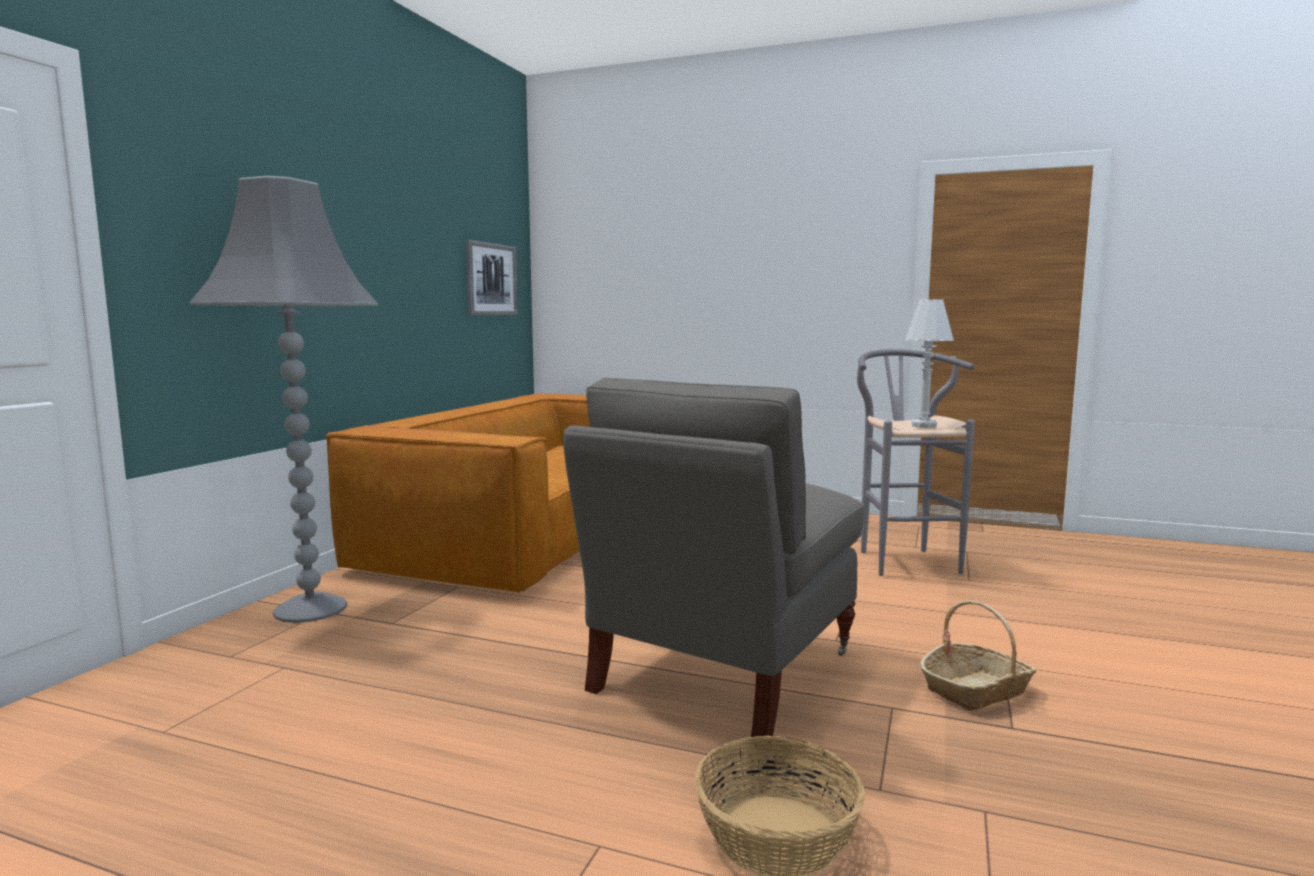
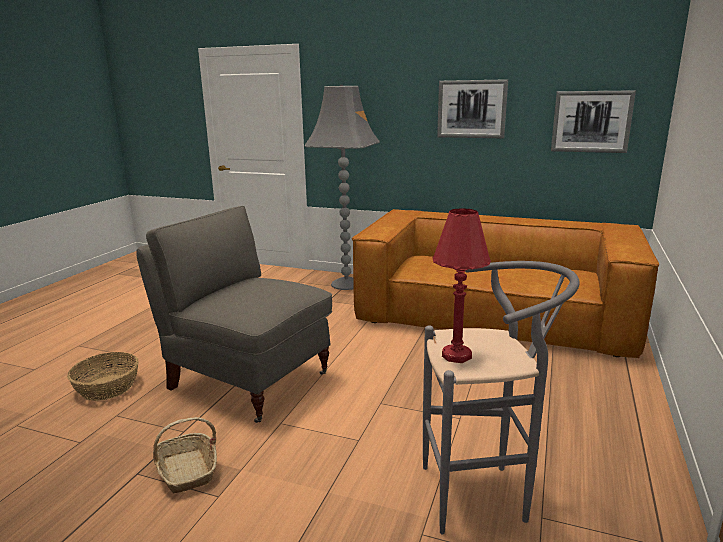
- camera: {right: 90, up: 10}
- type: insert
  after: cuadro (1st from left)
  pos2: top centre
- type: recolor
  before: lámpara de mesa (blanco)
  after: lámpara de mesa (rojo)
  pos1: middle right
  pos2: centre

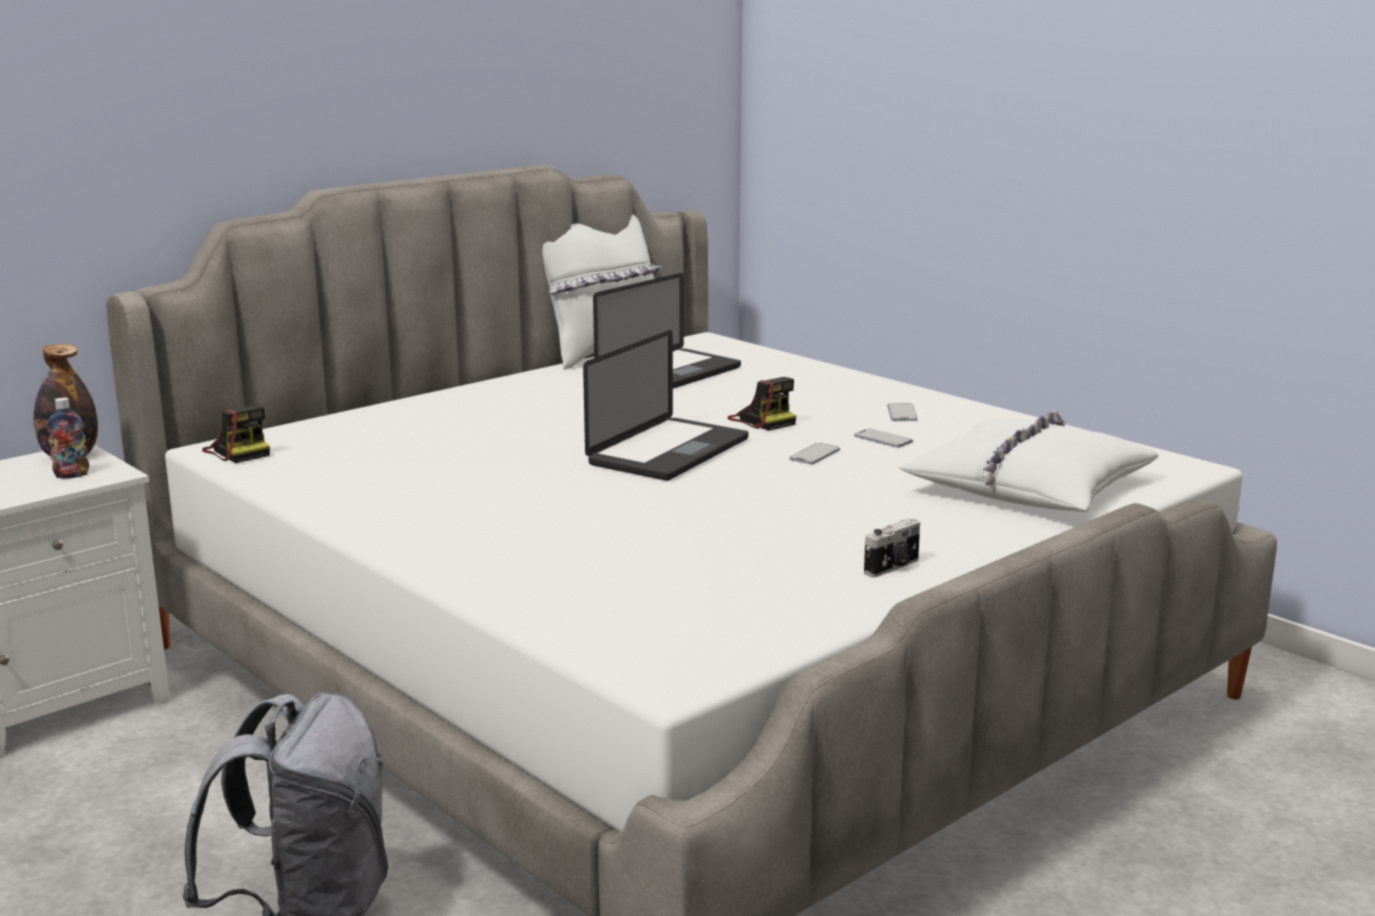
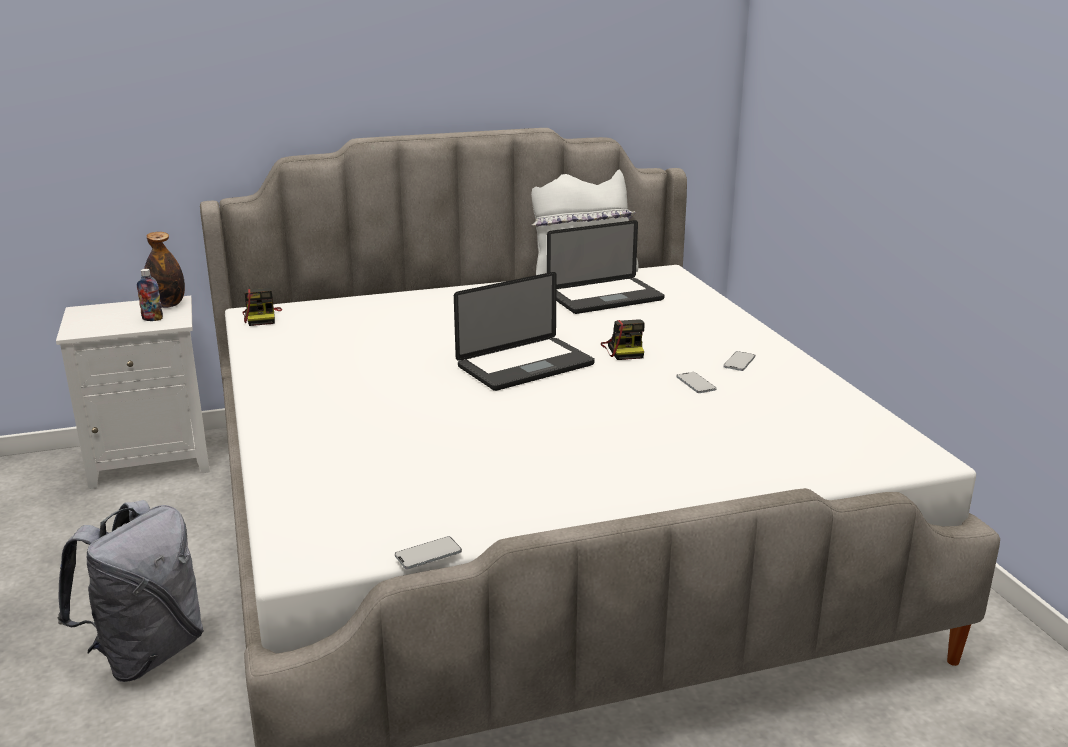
- camera: {right: 25, up: 5}
- type: delete
  before: cámara (3rd from left)
  pos1: centre
- type: delete
  before: cojín (blanco) (2nd from left)
  pos1: middle right
- type: move
  before: móvil (1st from left)
  pos1: centre
  pos2: bottom centre

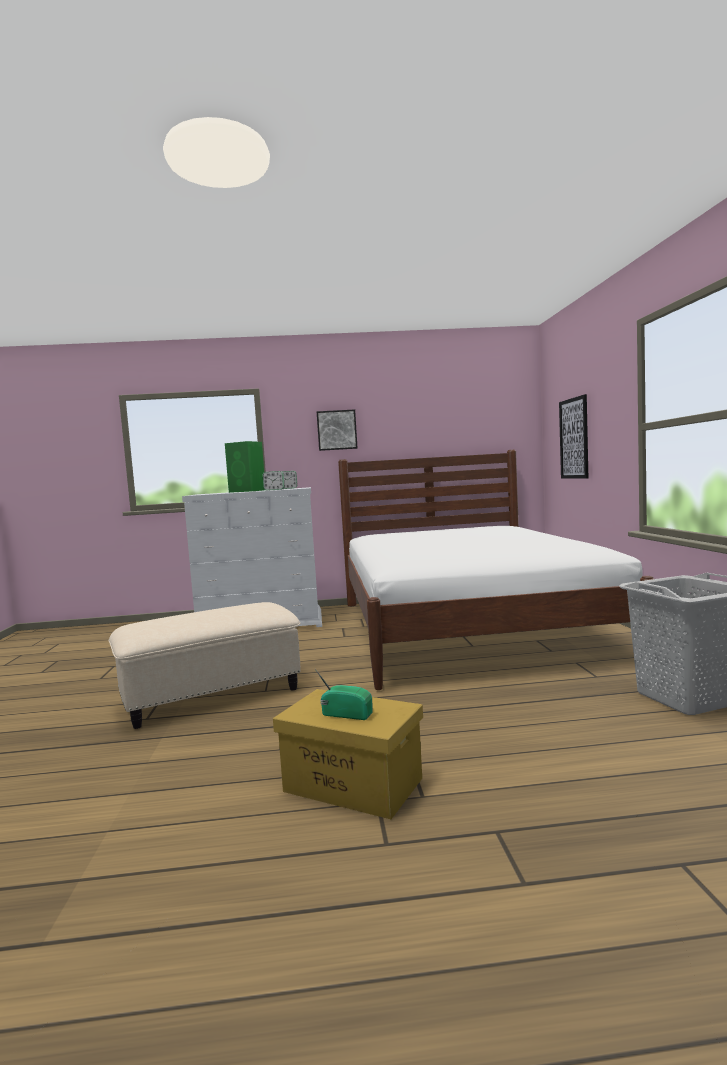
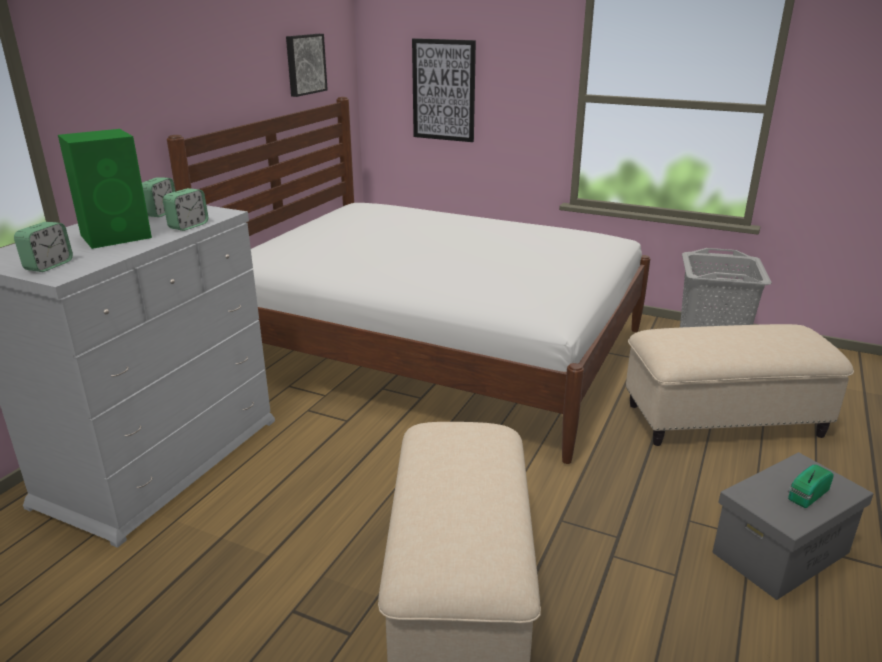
- camera: {right: -60, up: 20}
- type: insert
  after: despertador (1st from left)
  pos2: middle left
- type: insert
  after: puf (beis) (2nd from left)
  pos2: middle right
- type: move
  before: cuadro (1st from left)
  pos1: centre
  pos2: top centre
- type: recolor
  before: caja de almacenaje (amarillo)
  after: caja de almacenaje (gris)
  pos1: bottom centre
  pos2: bottom right

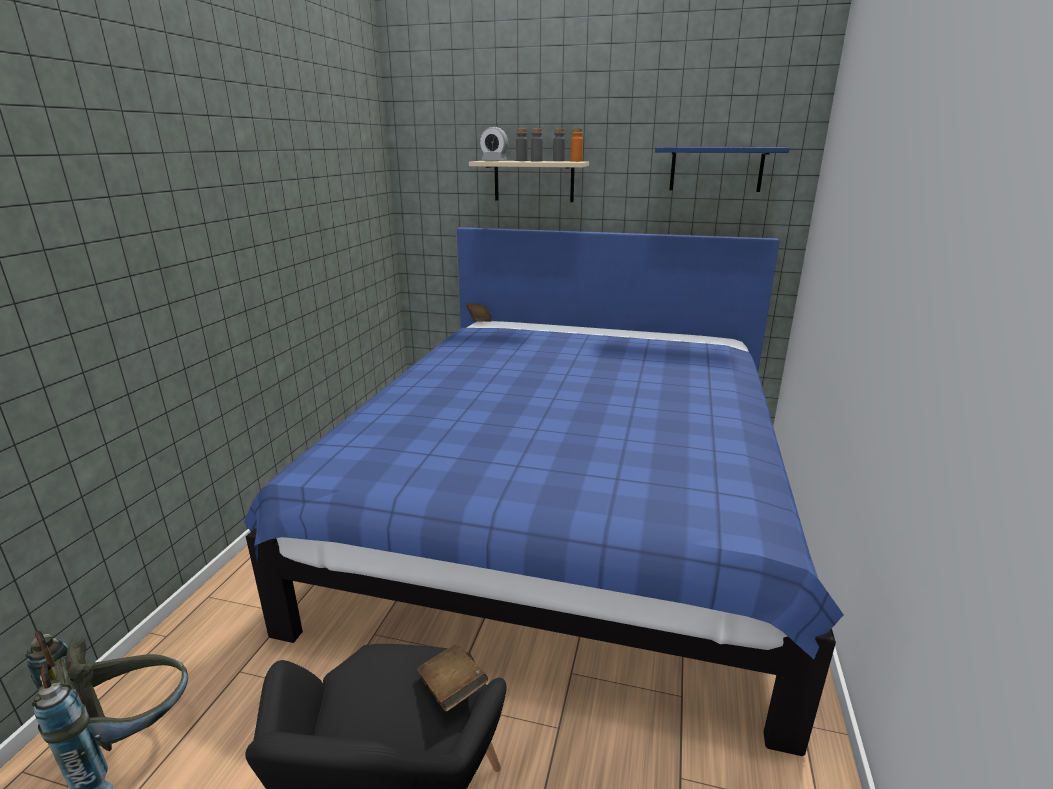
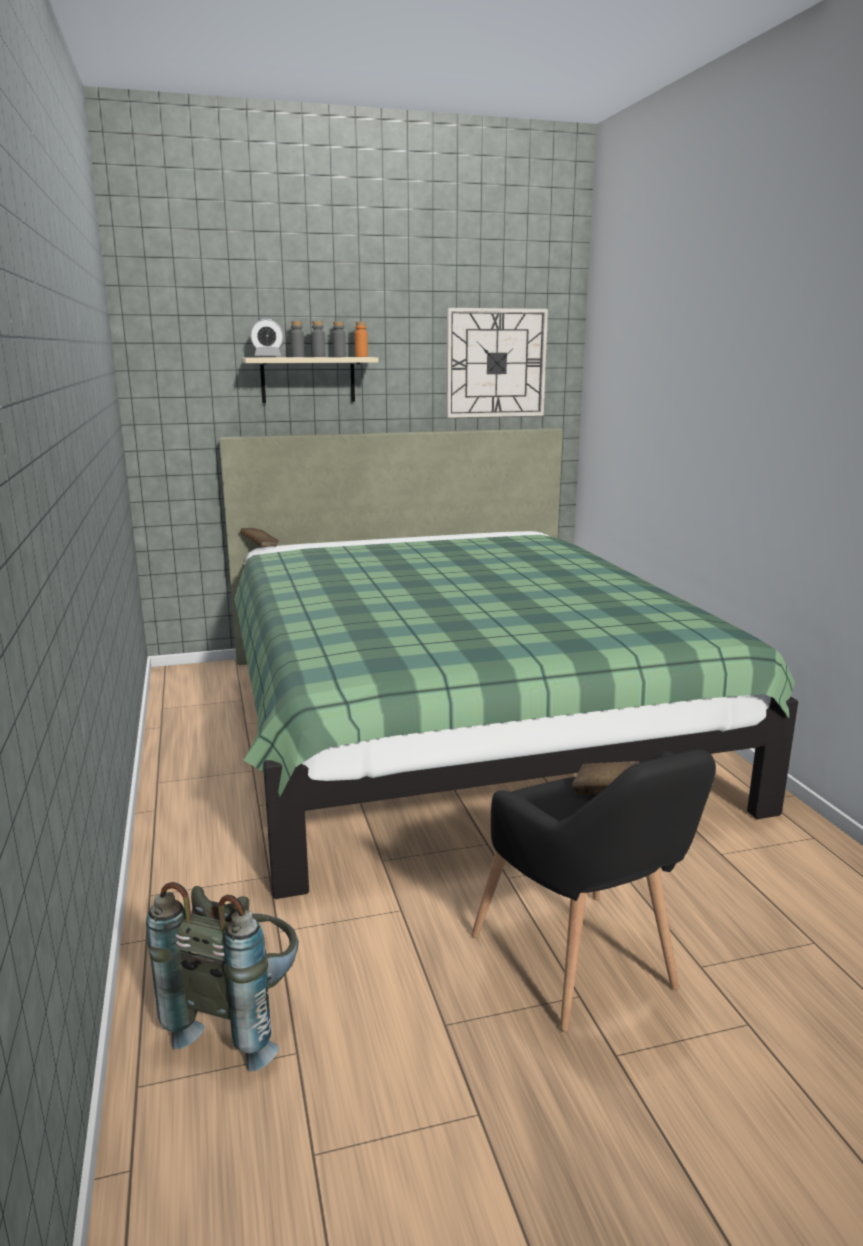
- camera: {right: -30, up: -5}
- type: replace
  before: estante (azul)
  after: reloj de pared
  pos1: top right
  pos2: top centre
- type: recolor
  before: cama (azul)
  after: cama (verde)
  pos1: centre
  pos2: centre

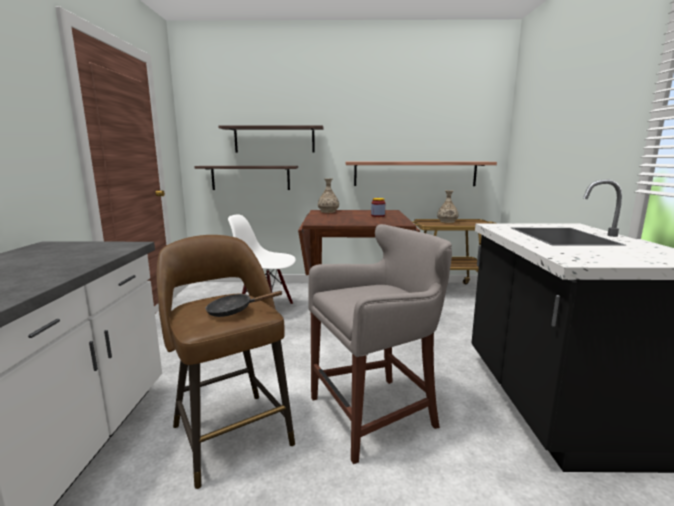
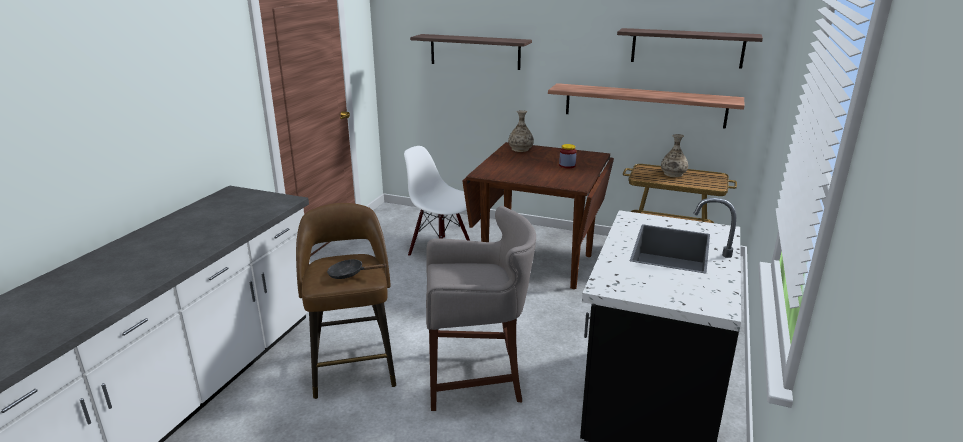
- camera: {right: 20, up: 10}
- type: move
  before: estante (1st from left in the first image)
  after: estante (3rd from left)
  pos1: centre
  pos2: top right

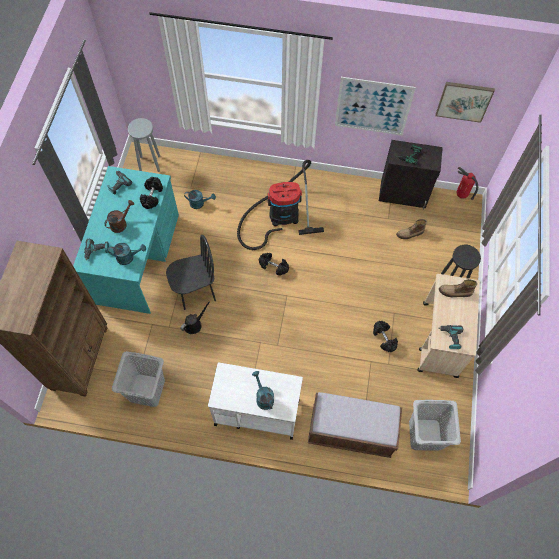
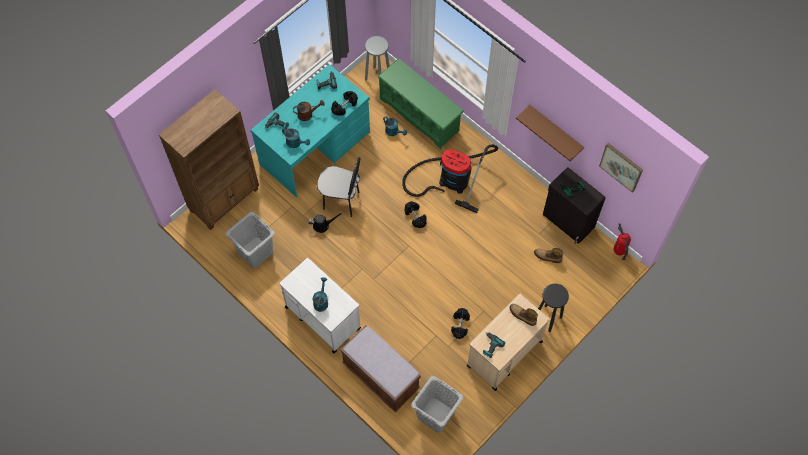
- camera: {right: 35, up: 0}
- type: insert
  after: zapatero (verde)
  pos2: top centre
- type: replace
  before: cuadro (1st from left)
  after: estante (marrón)
  pos1: top right
  pos2: top right

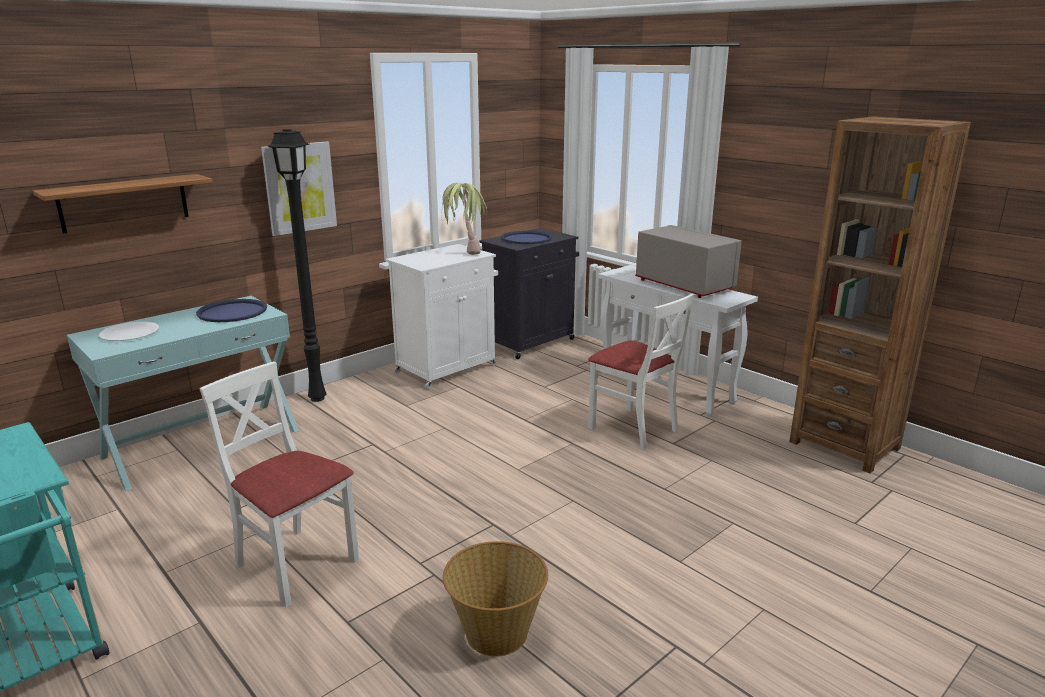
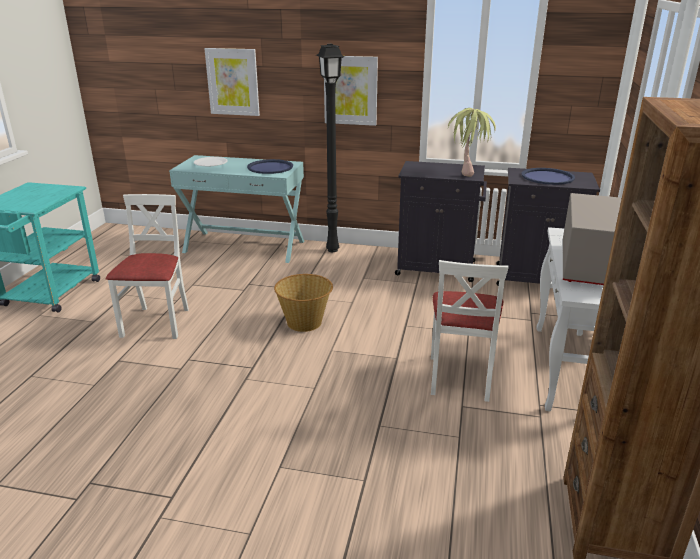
- camera: {right: 55, up: 5}
- type: move
  before: cesta
  pos1: bottom centre
  pos2: centre
- type: replace
  before: estante
  after: cuadro (1st from left)
  pos1: top left
  pos2: top left
- type: recolor
  before: armario (blanco)
  after: armario (negro) (1st from left)
  pos1: centre
  pos2: centre

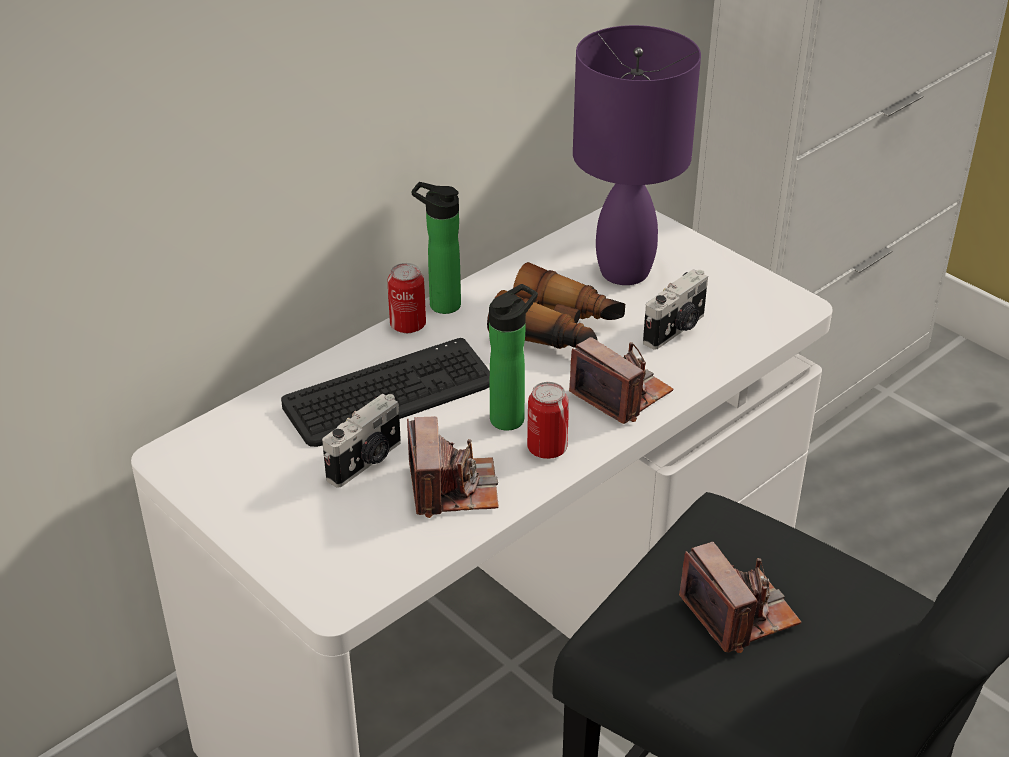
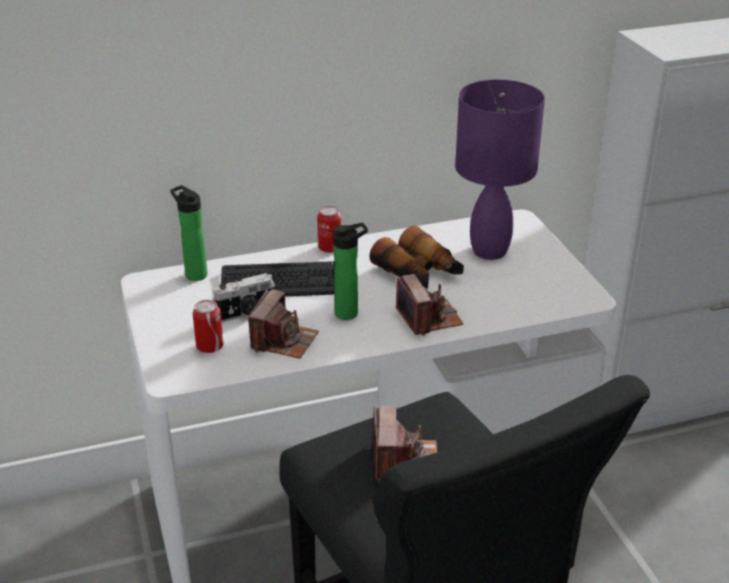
- camera: {right: 25, up: -5}
- type: delete
  before: cámara (4th from left)
  pos1: middle right
- type: move
  before: botella (1st from left)
  pos1: top centre
  pos2: middle left
- type: move
  before: lata (2nd from left in the first image)
  after: lata (1st from left)
  pos1: centre
  pos2: middle left

